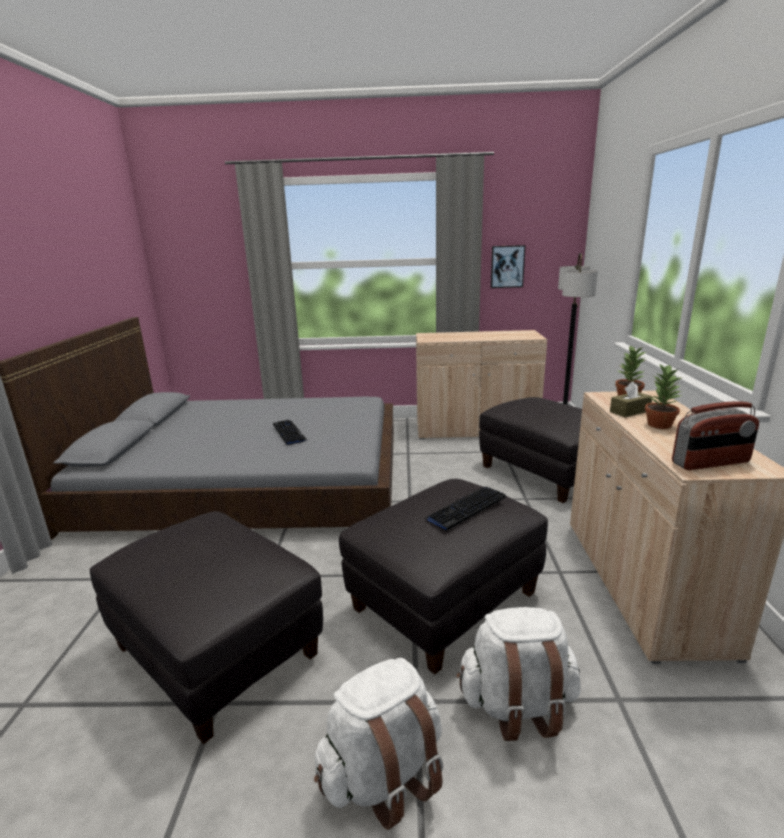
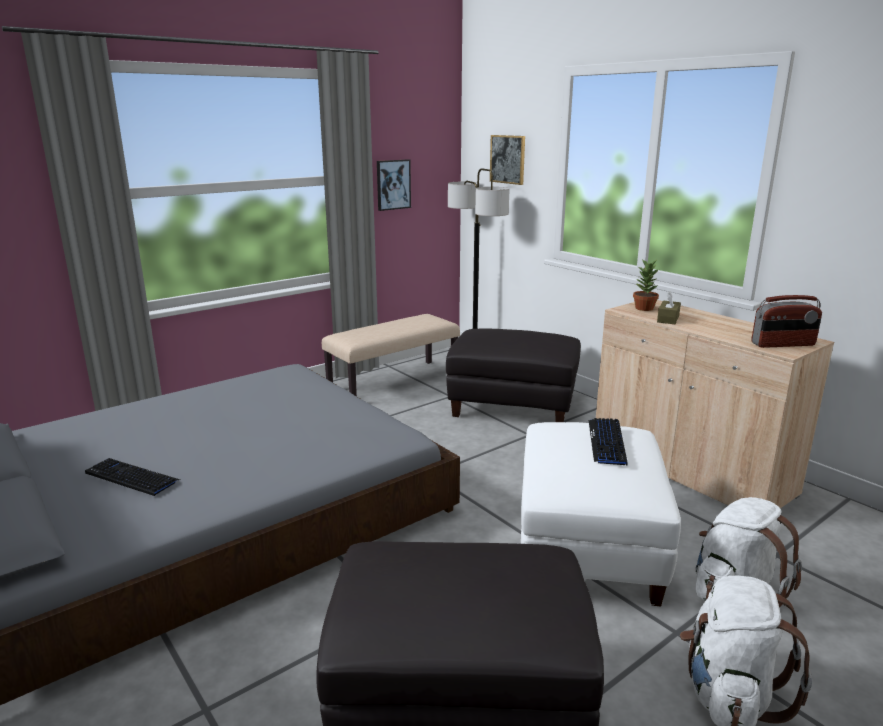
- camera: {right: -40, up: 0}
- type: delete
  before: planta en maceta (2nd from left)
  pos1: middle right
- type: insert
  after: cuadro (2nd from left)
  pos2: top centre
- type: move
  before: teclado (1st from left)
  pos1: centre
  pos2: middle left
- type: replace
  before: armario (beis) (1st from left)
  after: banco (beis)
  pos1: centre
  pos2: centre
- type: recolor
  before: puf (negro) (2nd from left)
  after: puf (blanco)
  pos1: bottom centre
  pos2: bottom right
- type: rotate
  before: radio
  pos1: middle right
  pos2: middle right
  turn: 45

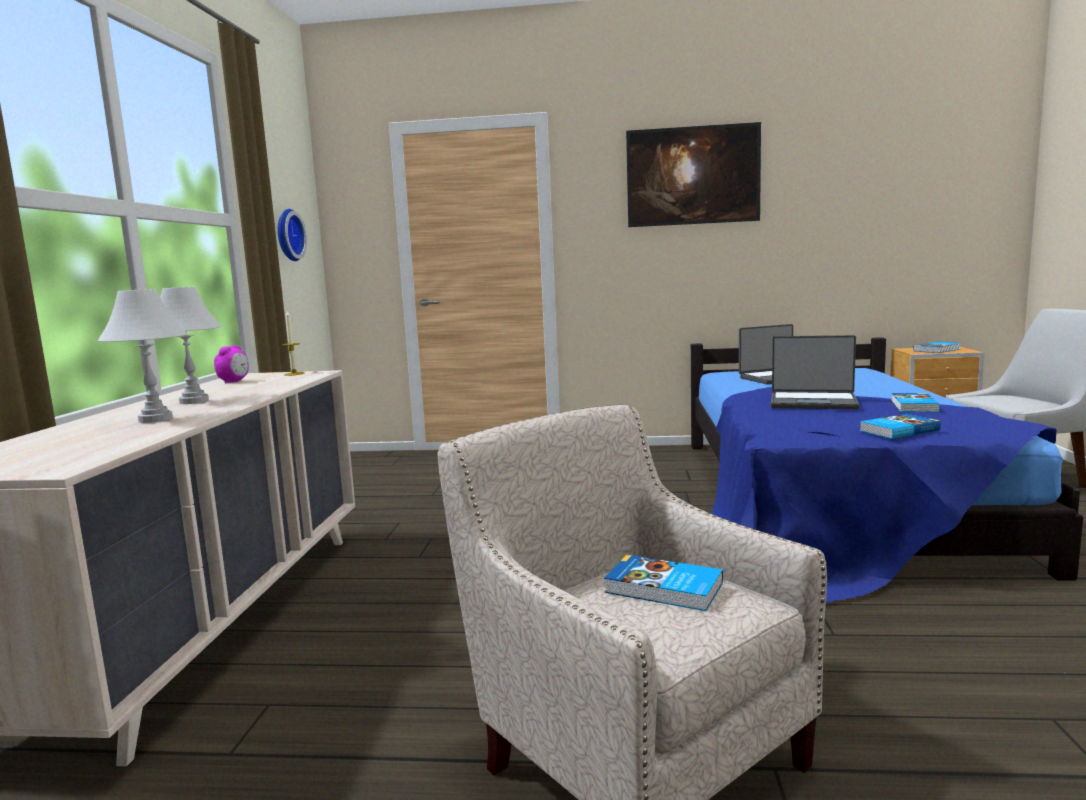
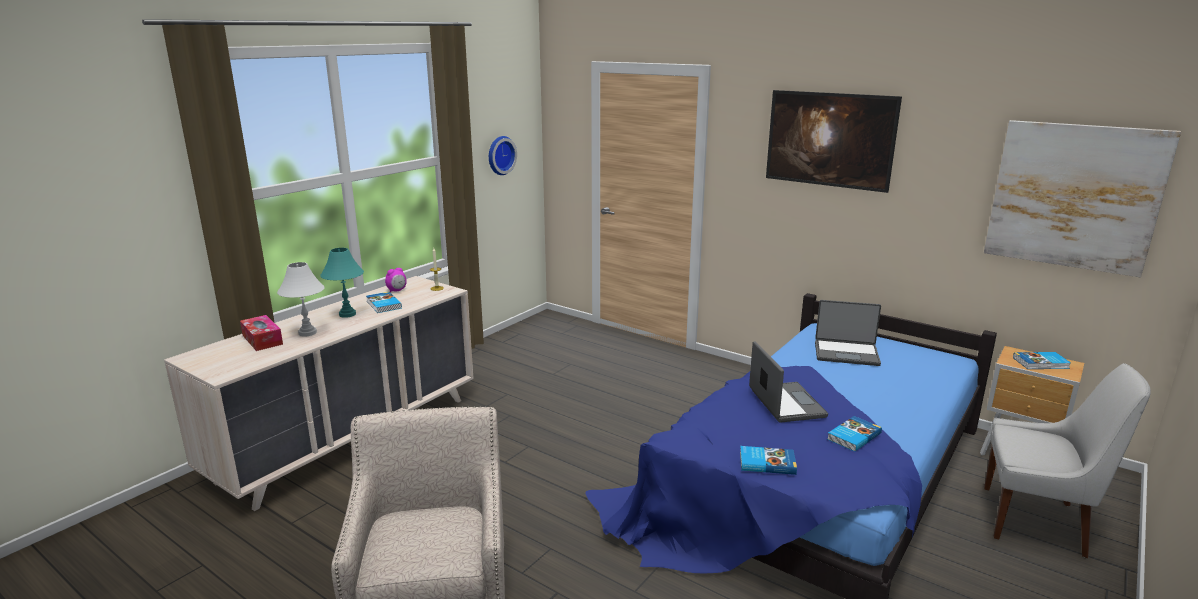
- camera: {right: 30, up: 10}
- type: insert
  after: caja de pañuelos
  pos2: middle left
- type: insert
  after: cuadro (2nd from left)
  pos2: top right
- type: move
  before: libro (1st from left)
  pos1: bottom centre
  pos2: middle left
- type: recolor
  before: lámpara de mesa (blanco) (2nd from left)
  after: lámpara de mesa (turquesa)
  pos1: middle left
  pos2: middle left
- type: rotate
  before: portátil (2nd from left in the first image)
  pos1: middle right
  pos2: centre
  turn: -150

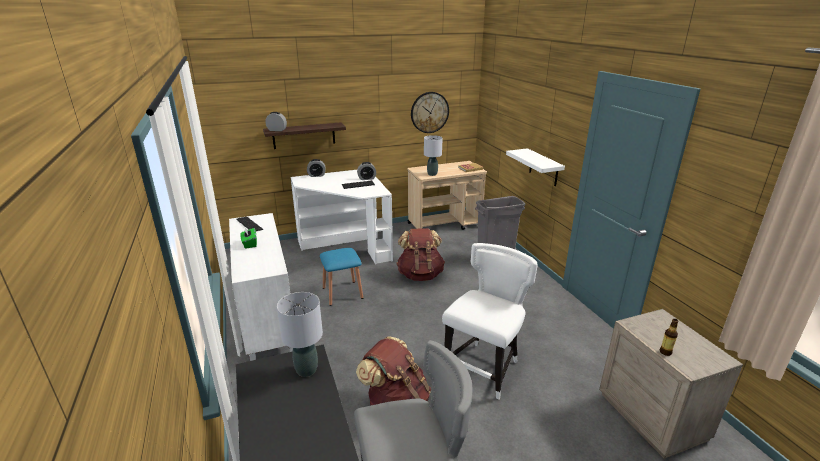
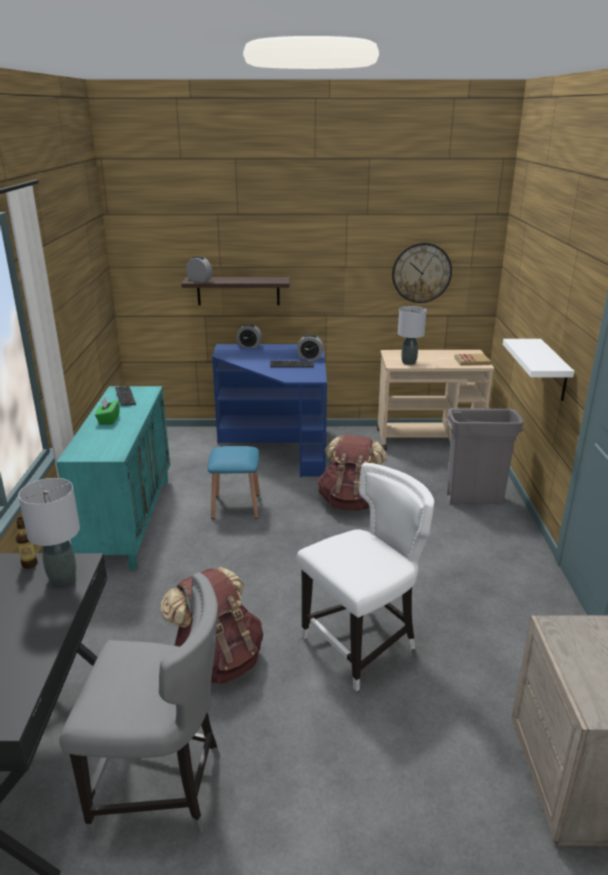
- camera: {right: 20, up: 0}
- type: move
  before: botella
  pos1: bottom right
  pos2: middle left
- type: recolor
  before: armario (blanco)
  after: armario (turquesa)
  pos1: middle left
  pos2: middle left
- type: recolor
  before: escritorio (blanco)
  after: escritorio (azul)
  pos1: centre
  pos2: centre

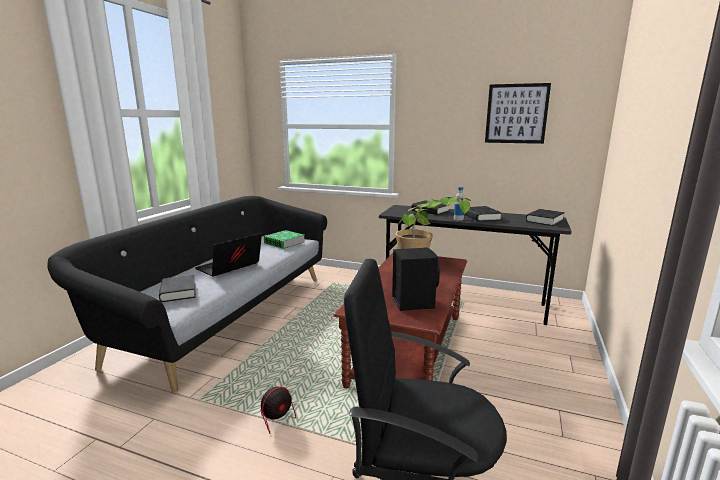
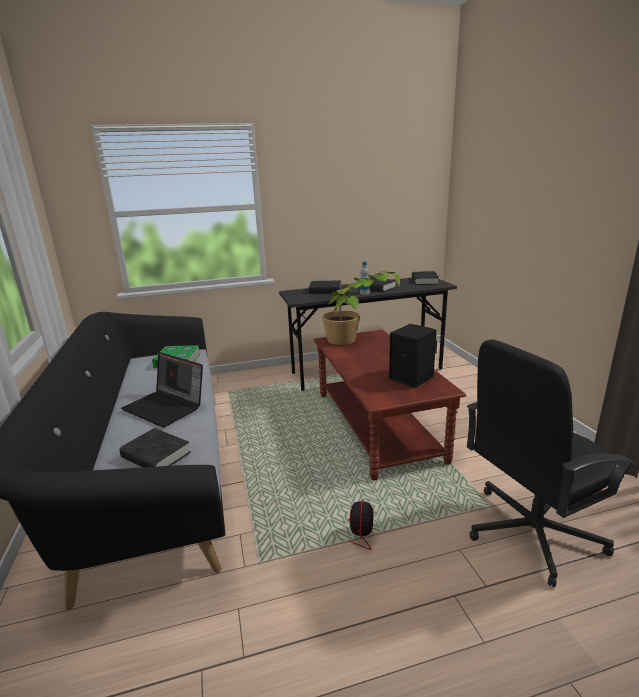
- camera: {right: -35, up: 5}
- type: delete
  before: cuadro
  pos1: top right
- type: rotate
  before: portátil
  pos1: middle left
  pos2: middle left
  turn: -60

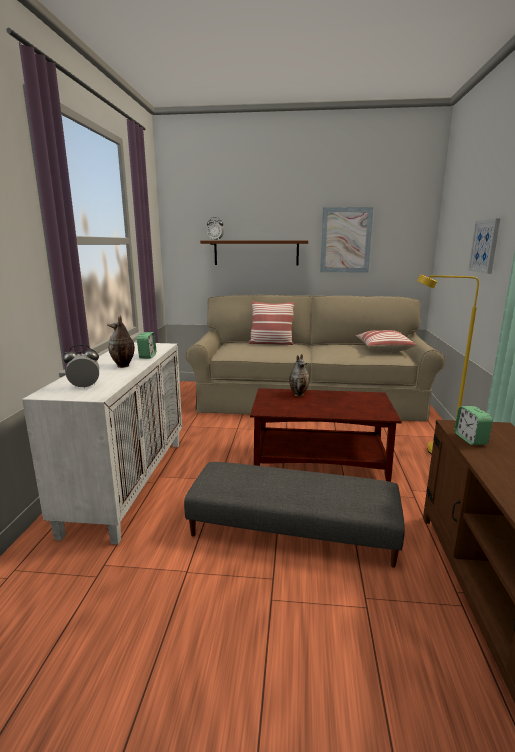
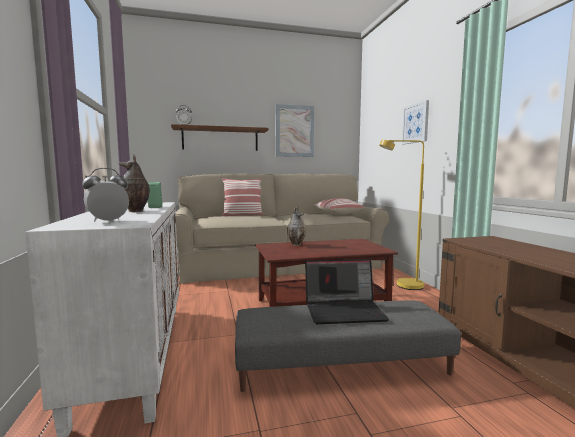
- camera: {right: -20, up: -10}
- type: delete
  before: despertador (4th from left)
  pos1: middle right
- type: insert
  after: portátil
  pos2: centre

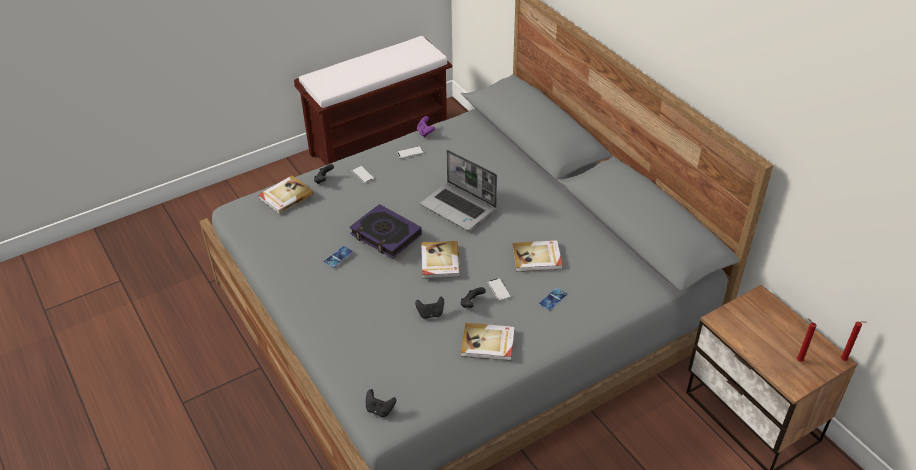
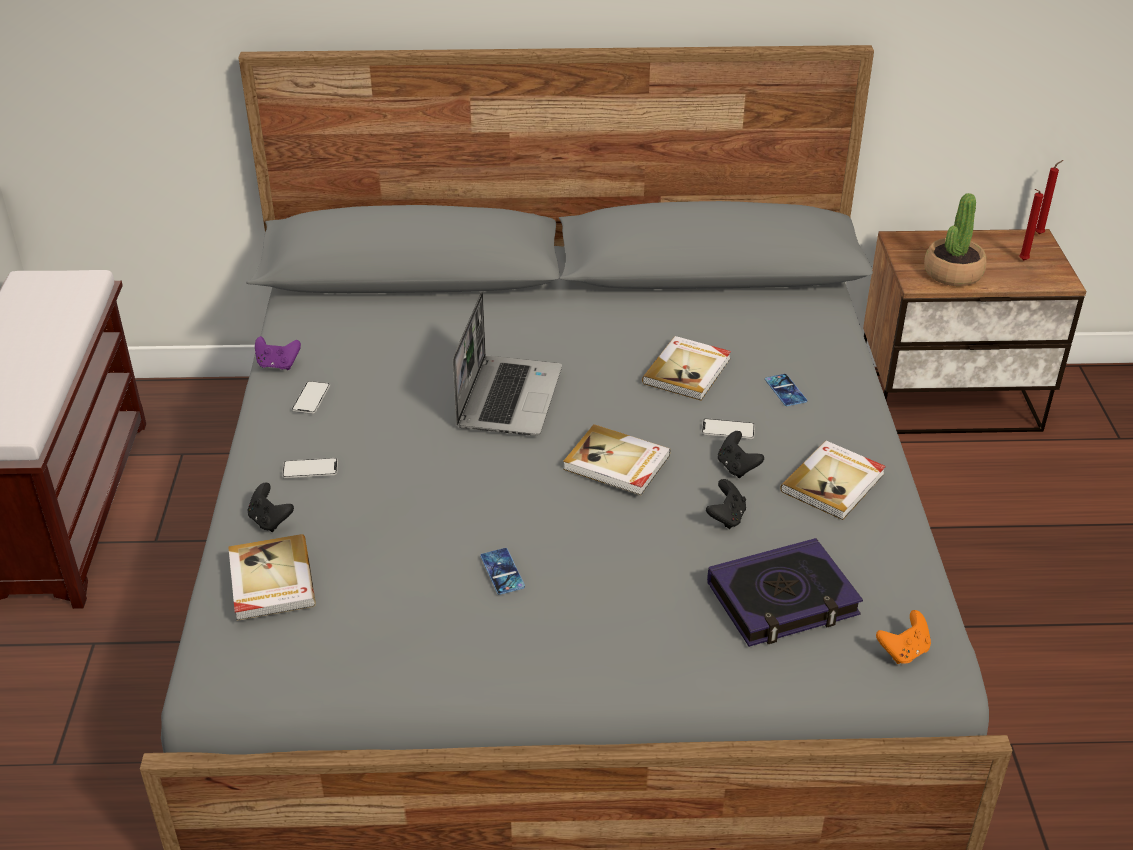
- camera: {right: -60, up: -5}
- type: insert
  after: planta en maceta
  pos2: top right
- type: move
  before: libro (2nd from left in the first image)
  after: libro (4th from left)
  pos1: centre
  pos2: bottom right
- type: recolor
  before: mando de consola (negro) (2nd from left)
  after: mando de consola (naranja)
  pos1: bottom centre
  pos2: bottom right
- type: rotate
  before: portátil
  pos1: centre
  pos2: centre
  turn: -60

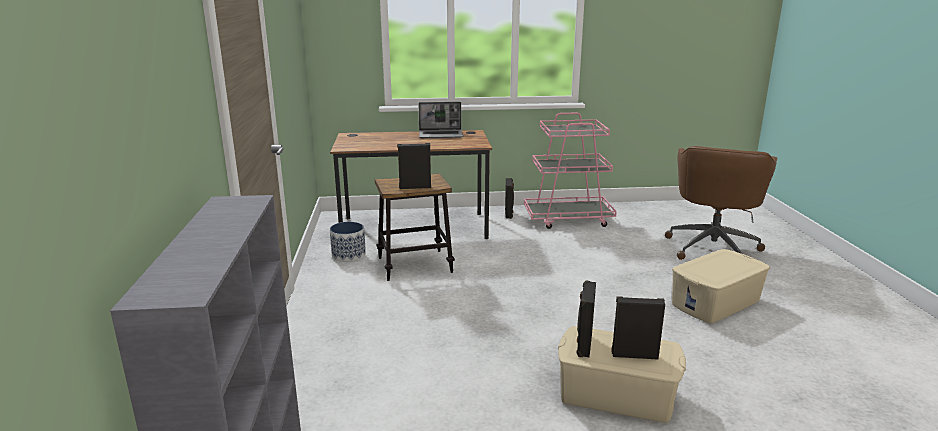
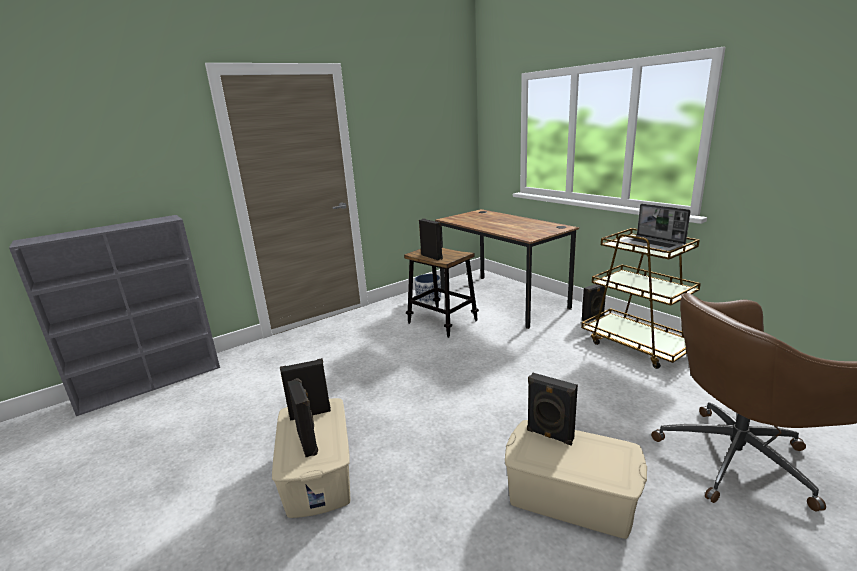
- camera: {right: 60, up: 0}
- type: insert
  after: altavoz (negro) (4th from left)
  pos2: bottom centre
- type: move
  before: portátil
  pos1: top centre
  pos2: middle right
- type: recolor
  before: carrito (rosa)
  after: carrito (marrón)
  pos1: centre
  pos2: middle right

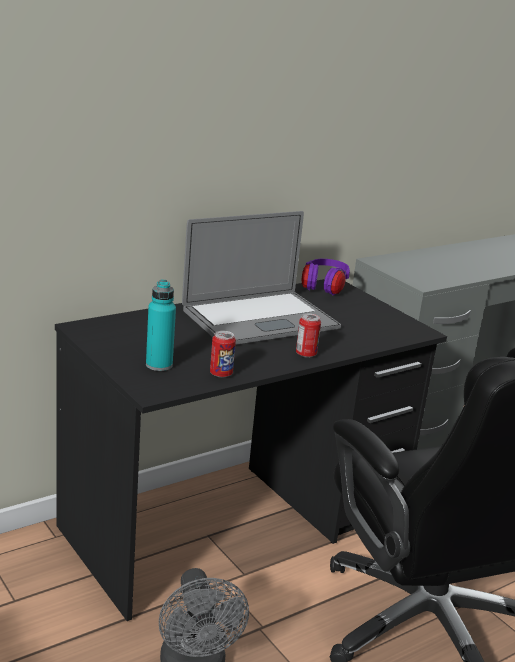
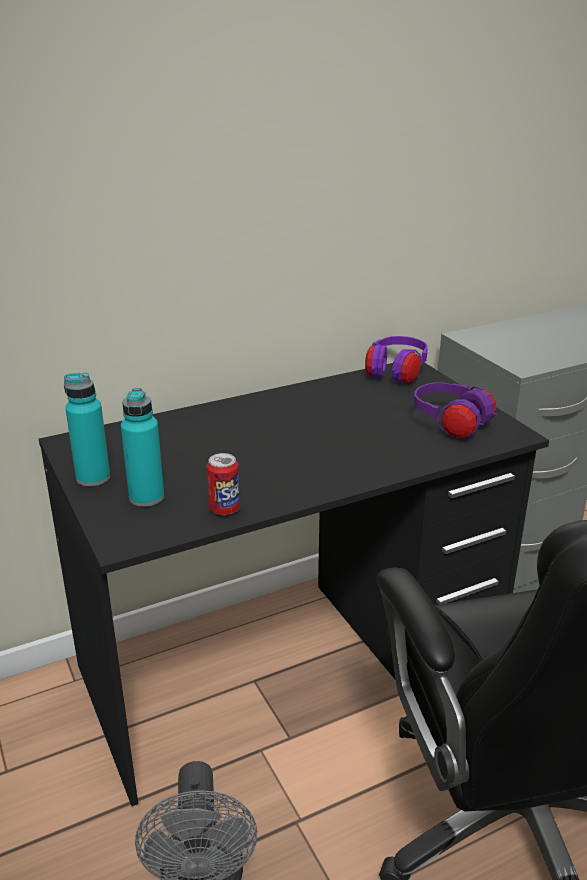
- camera: {right: 10, up: 5}
- type: delete
  before: portátil
  pos1: centre
- type: delete
  before: lata (2nd from left)
  pos1: centre
- type: insert
  after: botella (turquesa) (1st from left)
  pos2: middle left
- type: insert
  after: auriculares (morado) (2nd from left)
  pos2: middle right

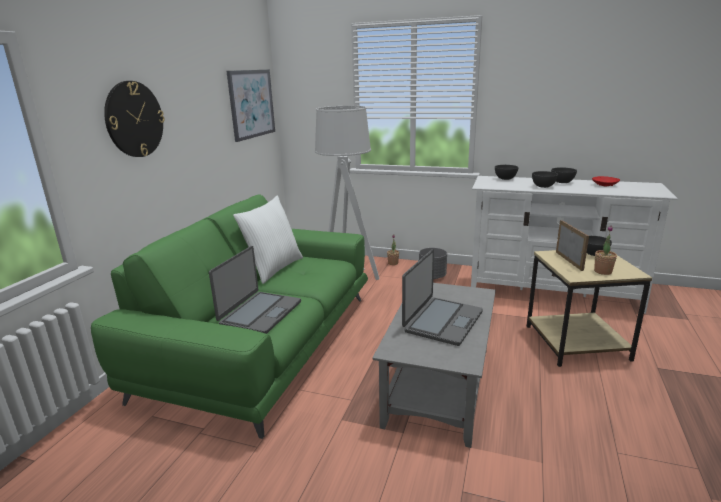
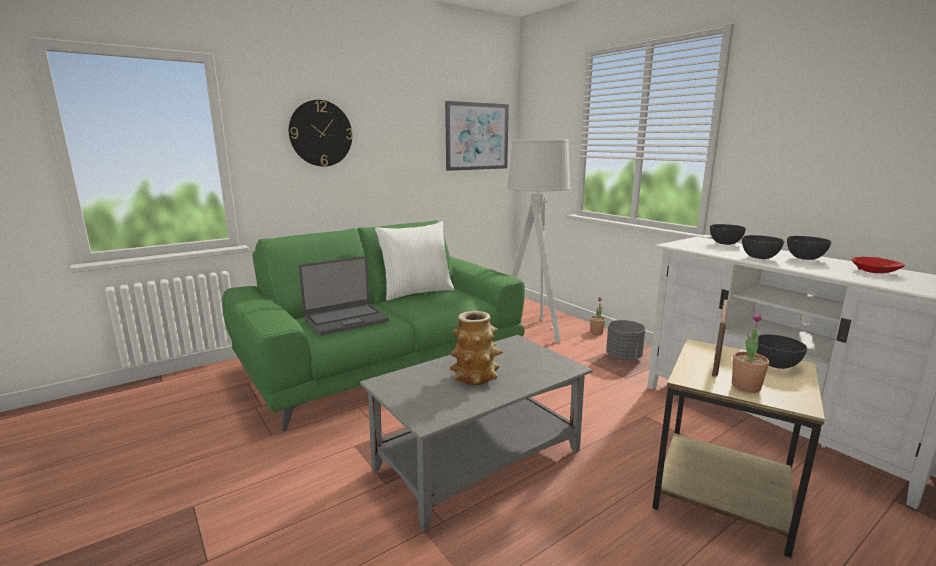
- camera: {right: 35, up: -5}
- type: replace
  before: portátil (2nd from left)
  after: florero
  pos1: centre
  pos2: centre

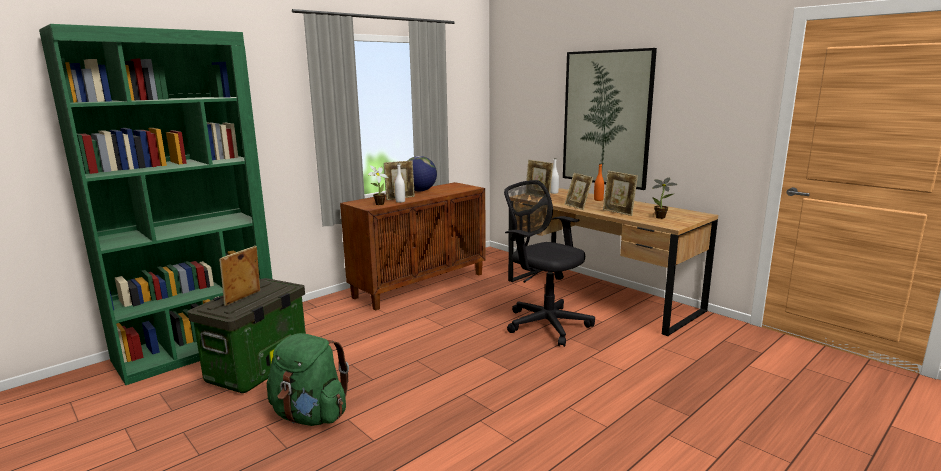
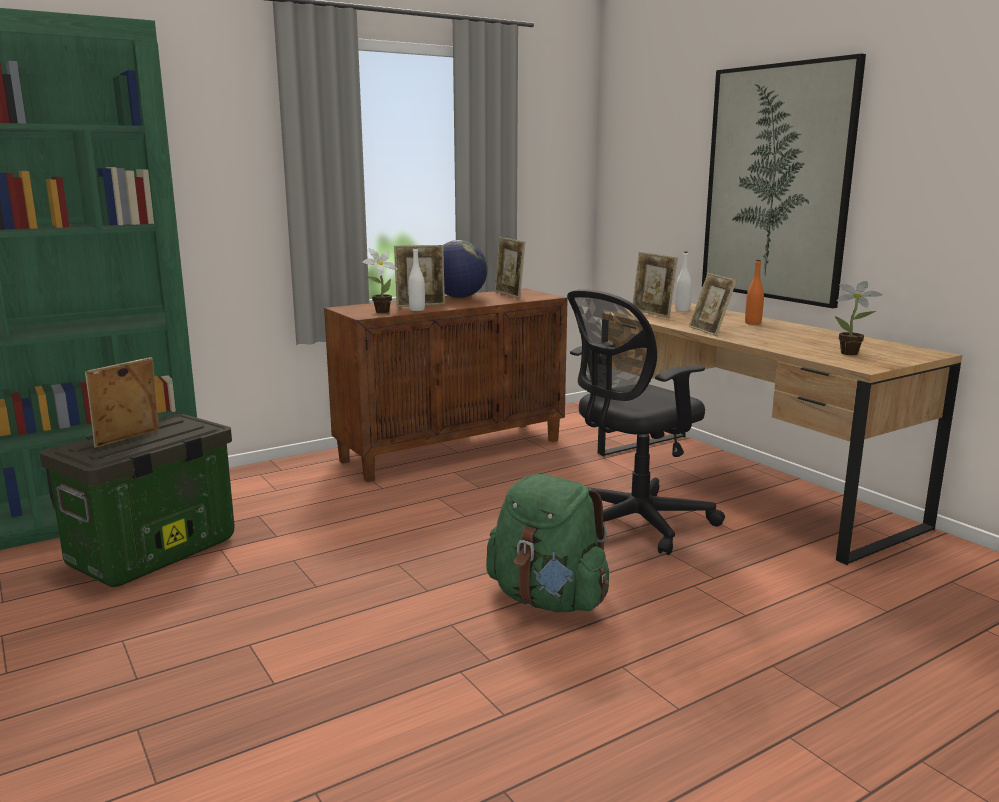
- camera: {right: 10, up: 0}
- type: move
  before: mochila (verde)
  pos1: bottom left
  pos2: bottom centre
- type: move
  before: portarretratos (5th from left in the first image)
  after: portarretratos (3rd from left)
  pos1: centre
  pos2: top centre
- type: rotate
  before: silla de oficina (negro)
  pos1: centre
  pos2: centre
  turn: -90

